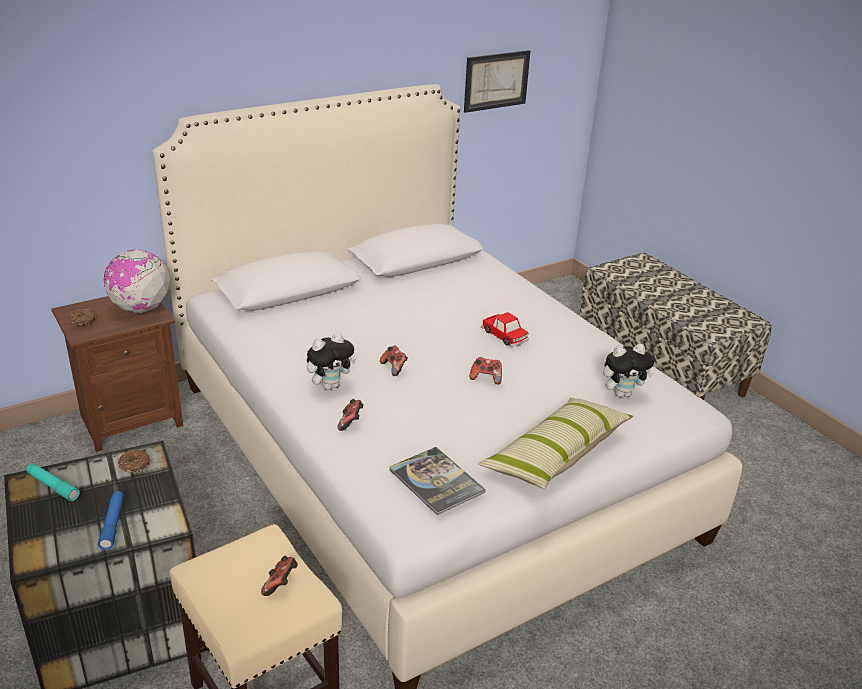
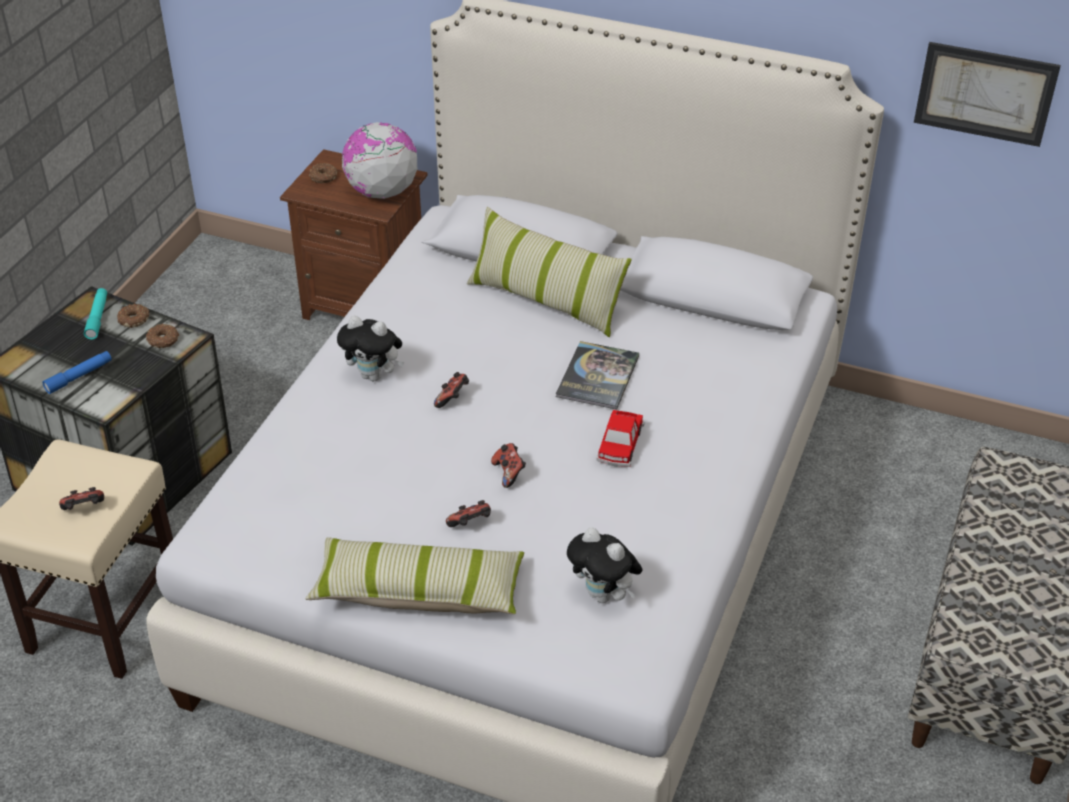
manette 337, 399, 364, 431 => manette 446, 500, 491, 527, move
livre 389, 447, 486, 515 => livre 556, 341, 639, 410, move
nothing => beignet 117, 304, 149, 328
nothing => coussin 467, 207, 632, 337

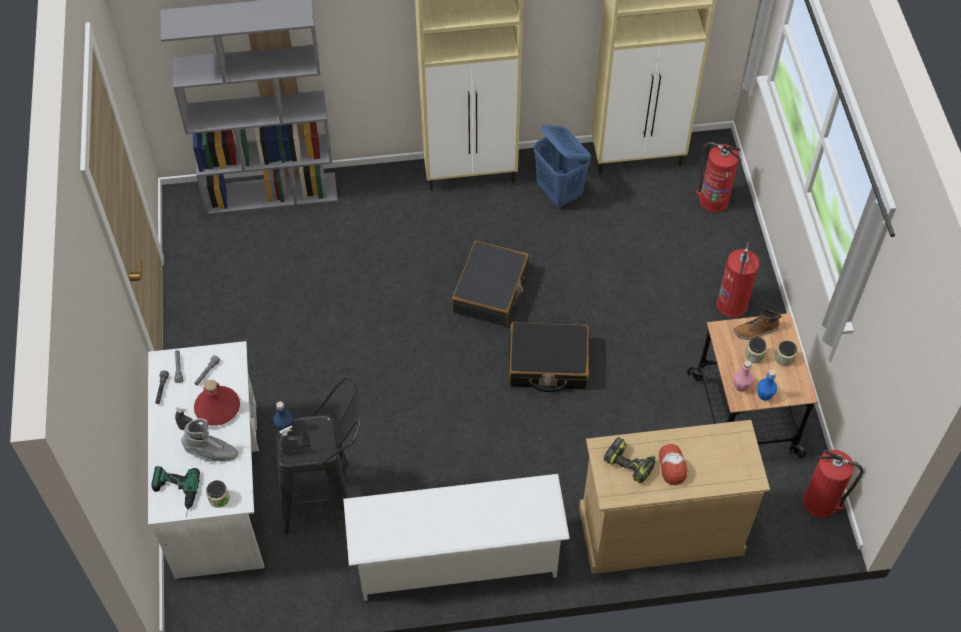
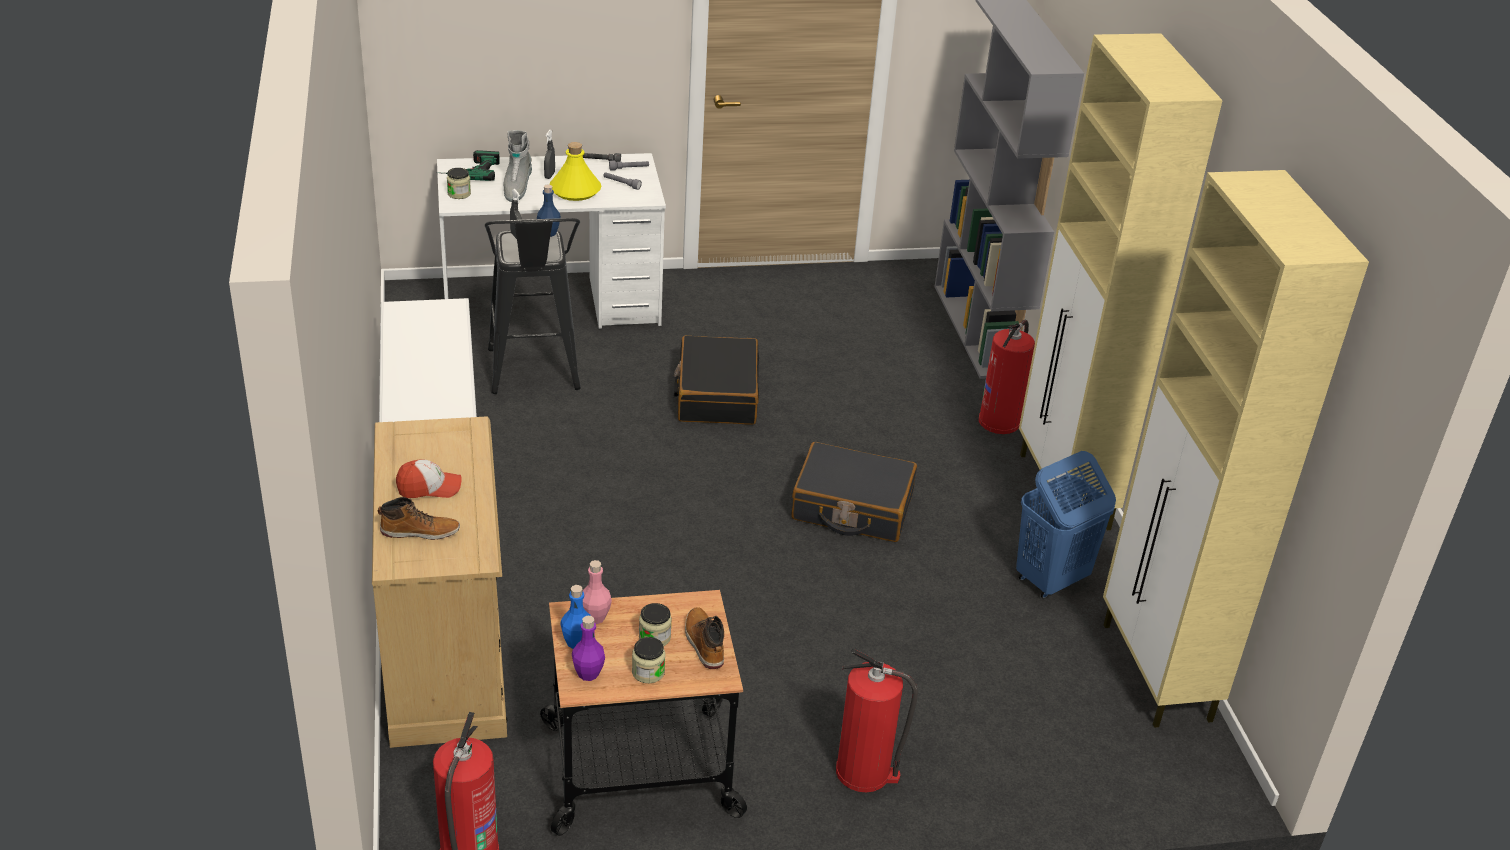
bouteille/rouge 194, 380, 240, 426 => bouteille/jaune 549, 142, 601, 201
valise/noir 509, 322, 589, 392 => valise/noir 674, 336, 759, 425, move
perceuse 604, 437, 655, 483 => nothing
extincteur 695, 142, 742, 212 => extincteur 979, 320, 1035, 434, move
nothing => botte 378, 497, 460, 540
nothing => bouteille/violet 572, 616, 605, 681

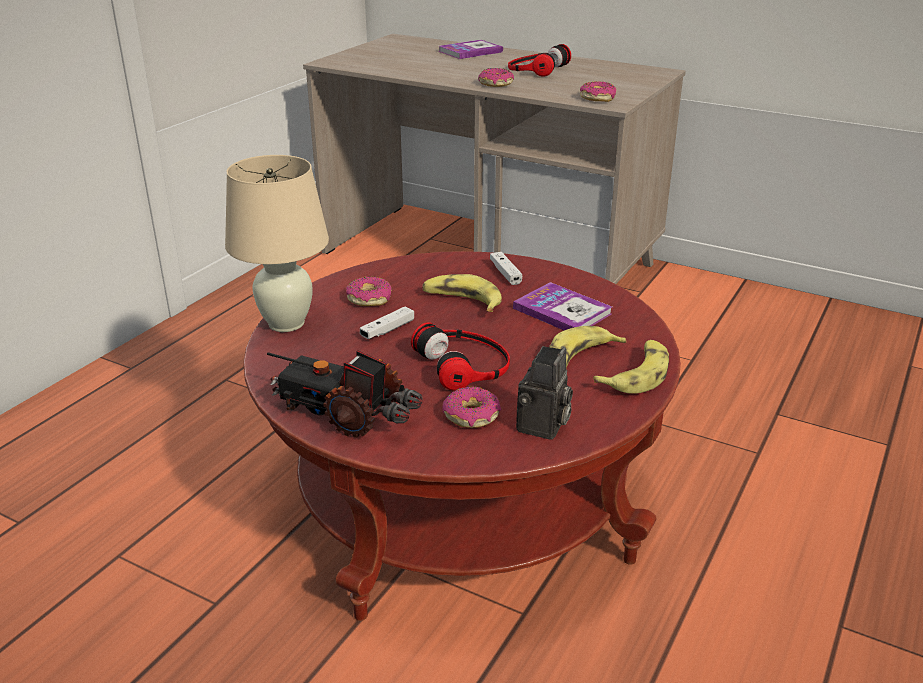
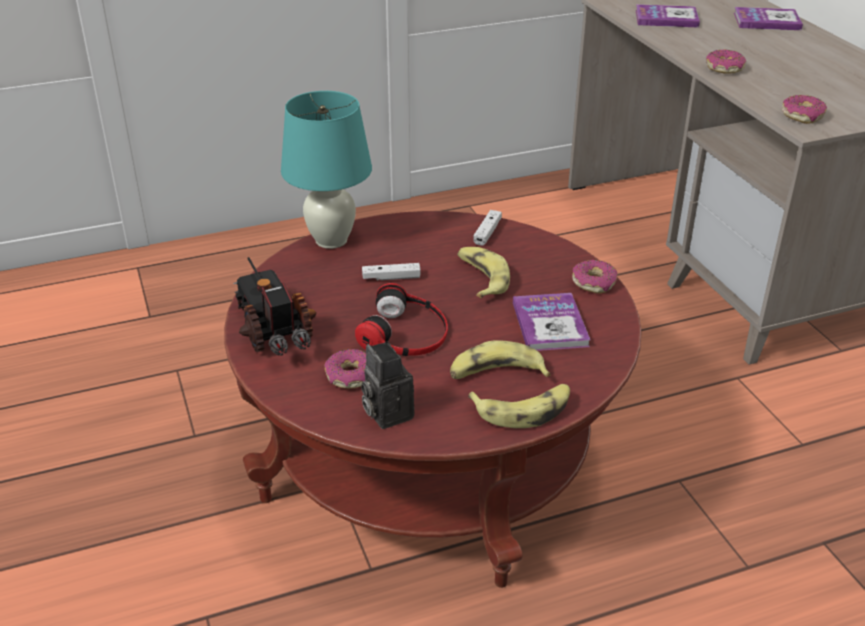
lampe de table/beige 225, 155, 329, 332 => lampe de table/turquoise 281, 91, 372, 249
beignet 346, 277, 391, 306 => beignet 572, 260, 618, 294, move
manette/blanc 490, 252, 522, 285 => manette/blanc 473, 210, 502, 246, move
casque audio 508, 44, 571, 77 => nothing
appareil photo 516, 346, 573, 440 => appareil photo 361, 342, 415, 429, 90 degrees clockwise
nothing => livre 636, 4, 700, 28

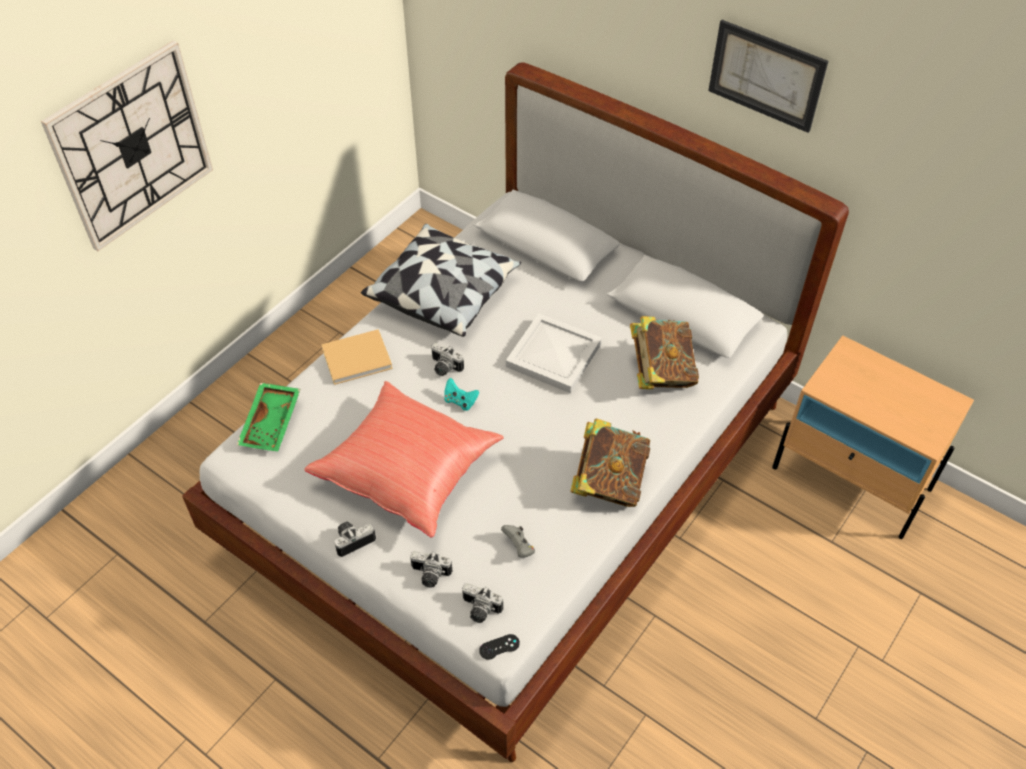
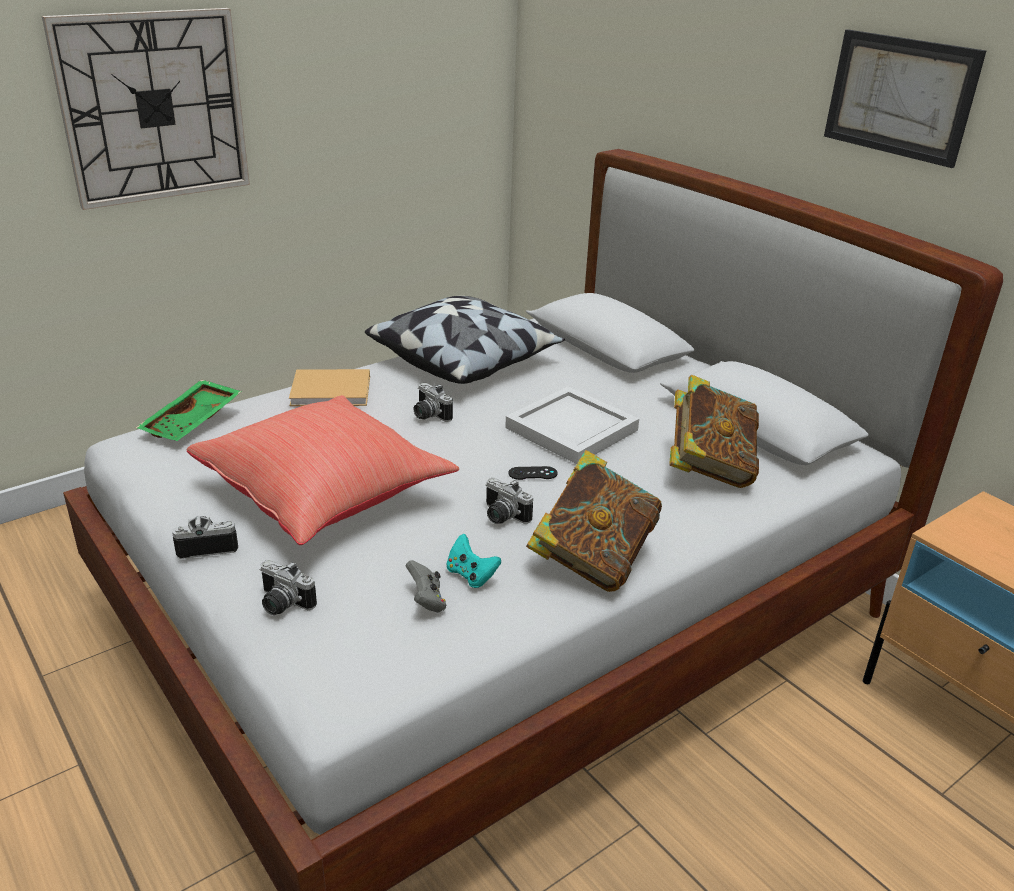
manette/turquoise 444, 378, 479, 411 => manette/turquoise 446, 534, 501, 588, move
appareil photo 462, 583, 503, 623 => appareil photo 486, 478, 533, 524, move
manette/noir 479, 634, 520, 660 => manette/noir 508, 466, 557, 480, move

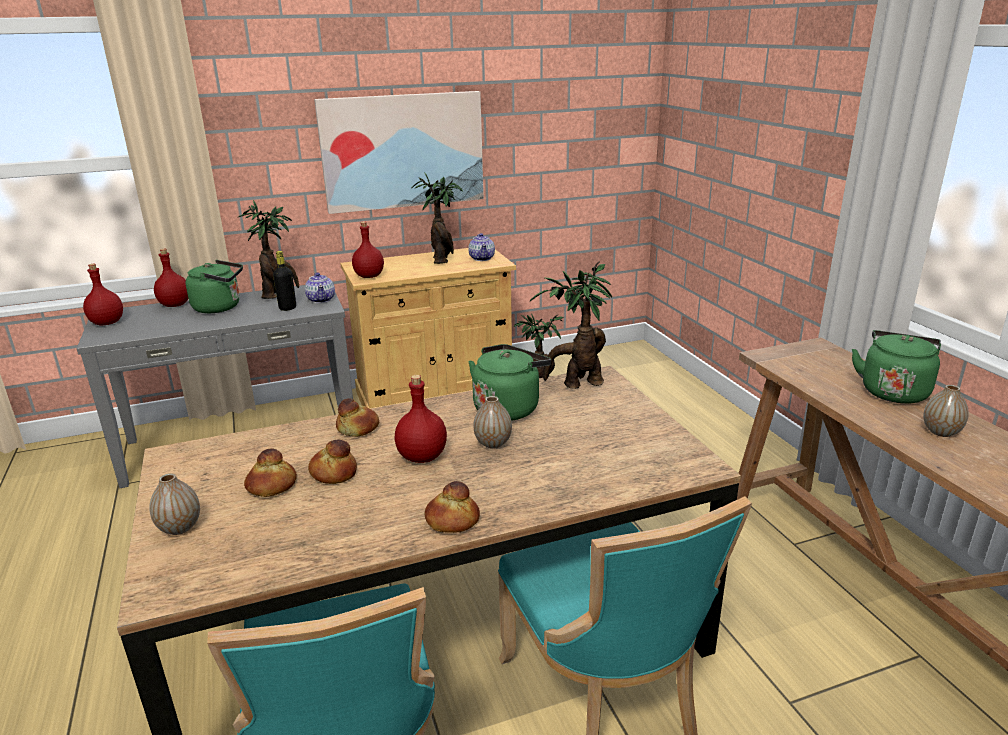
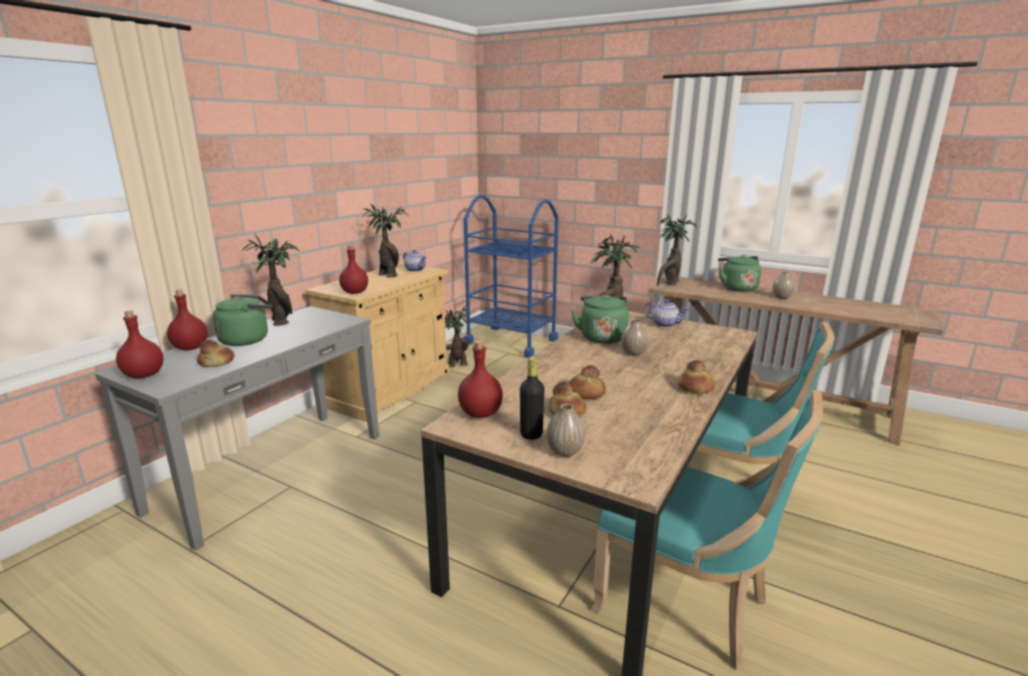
bouteille/noir 273, 251, 296, 311 => bouteille/noir 520, 357, 544, 440, move
théière 305, 273, 335, 303 => théière 644, 299, 689, 328, move
tableau 314, 91, 484, 214 => nothing
pain 336, 398, 379, 437 => pain 197, 339, 234, 367, move
bouteille/rouge 395, 375, 447, 463 => bouteille/rouge 458, 341, 503, 418, move
nothing => chariot/bleu 464, 195, 559, 358
nothing => plante en pot 657, 214, 697, 286

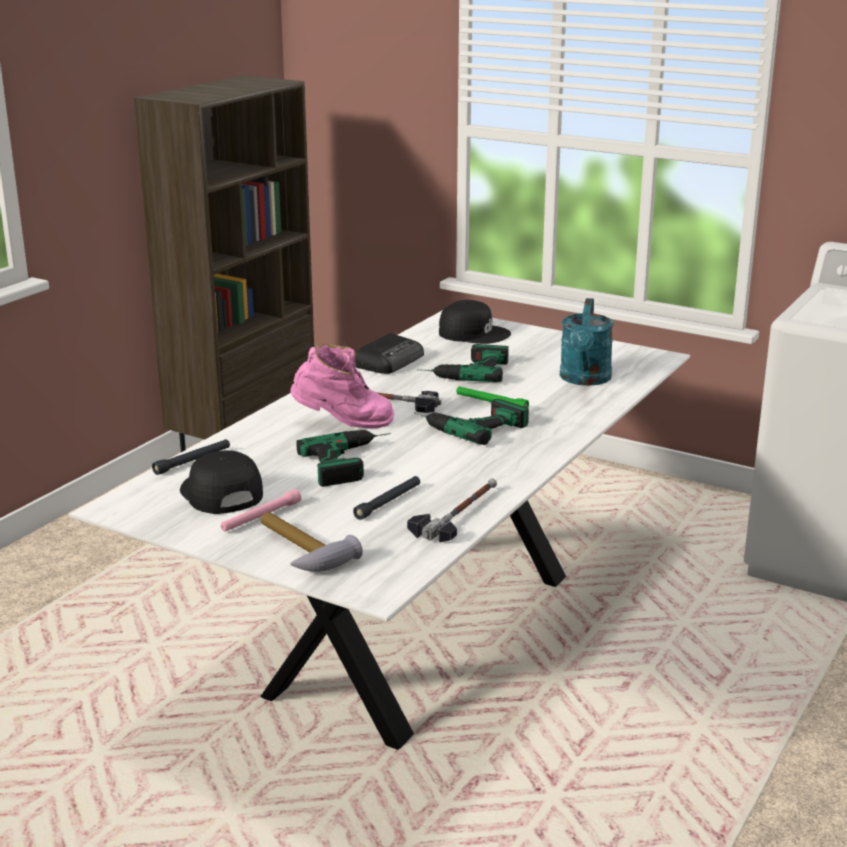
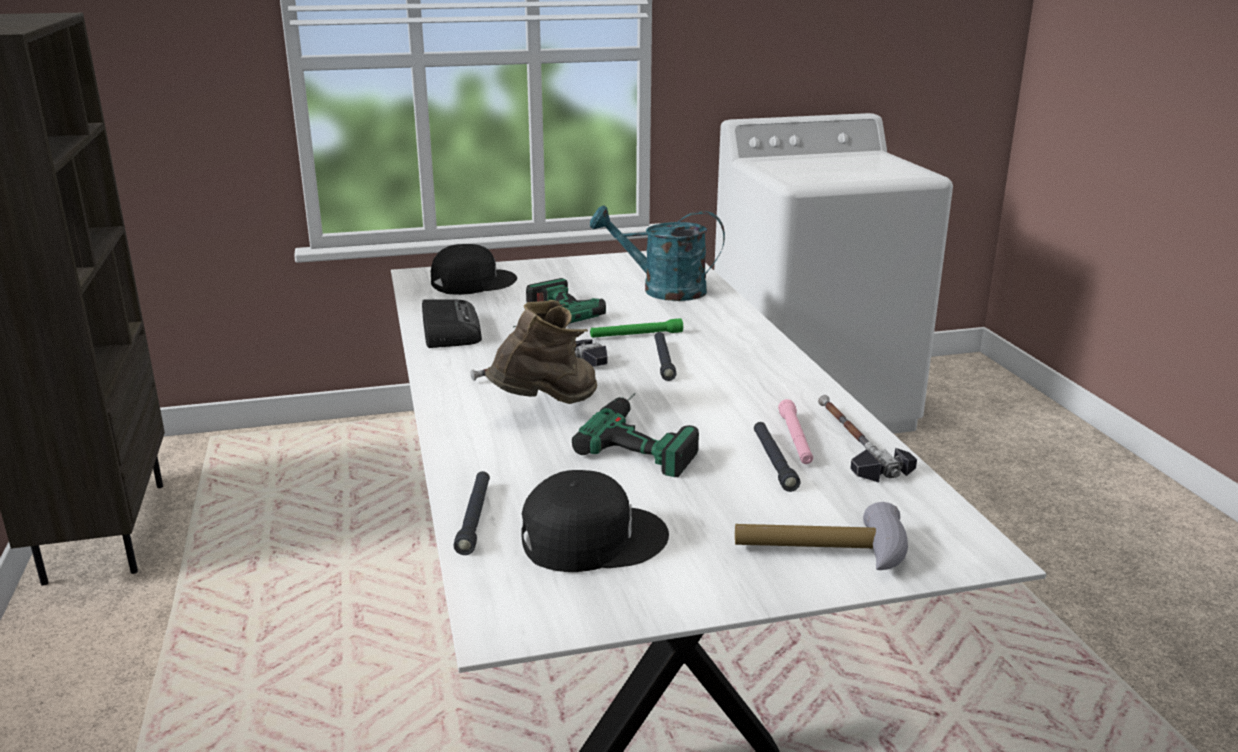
casquette/noir 180, 450, 263, 514 => casquette/noir 521, 470, 669, 572, 150 degrees clockwise
lampe de poche/rose 221, 489, 301, 532 => lampe de poche/rose 778, 399, 813, 464, move
botte/rose 290, 344, 394, 429 => botte/marron 485, 300, 597, 404
perceuse 414, 399, 529, 445 => lampe de poche/noir 654, 332, 677, 381
arrosoir/turquoise 560, 298, 614, 386 => arrosoir/turquoise 590, 205, 725, 301, 135 degrees clockwise

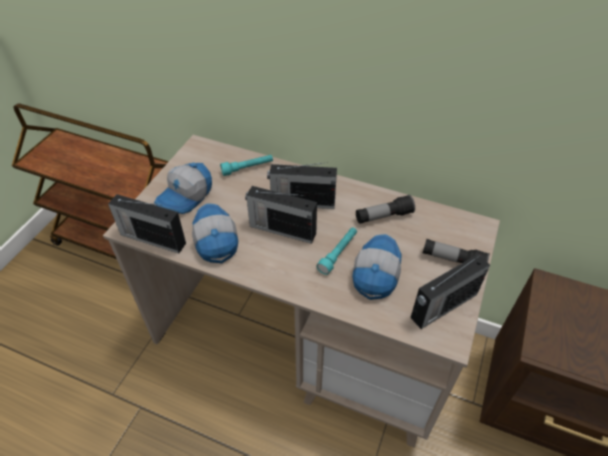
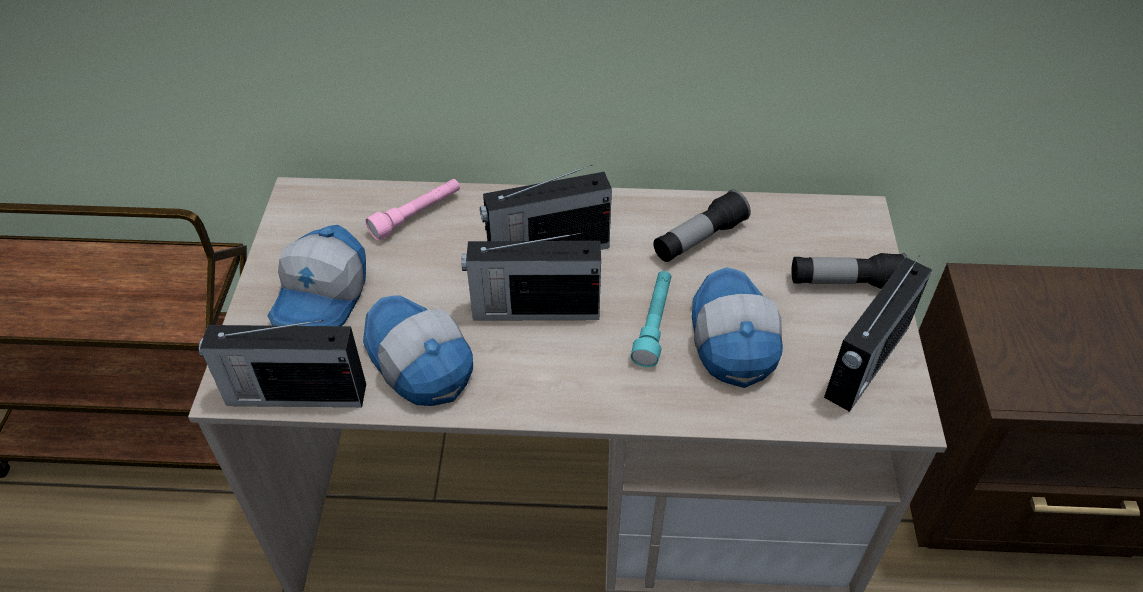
lampe de poche/turquoise 220, 155, 273, 176 => lampe de poche/rose 366, 179, 460, 240

